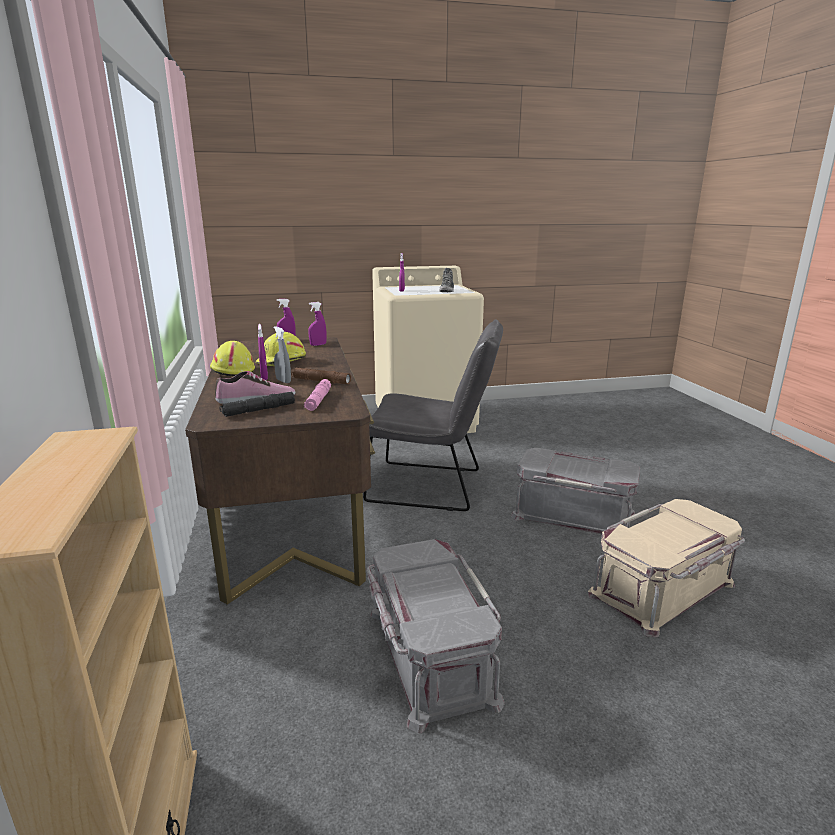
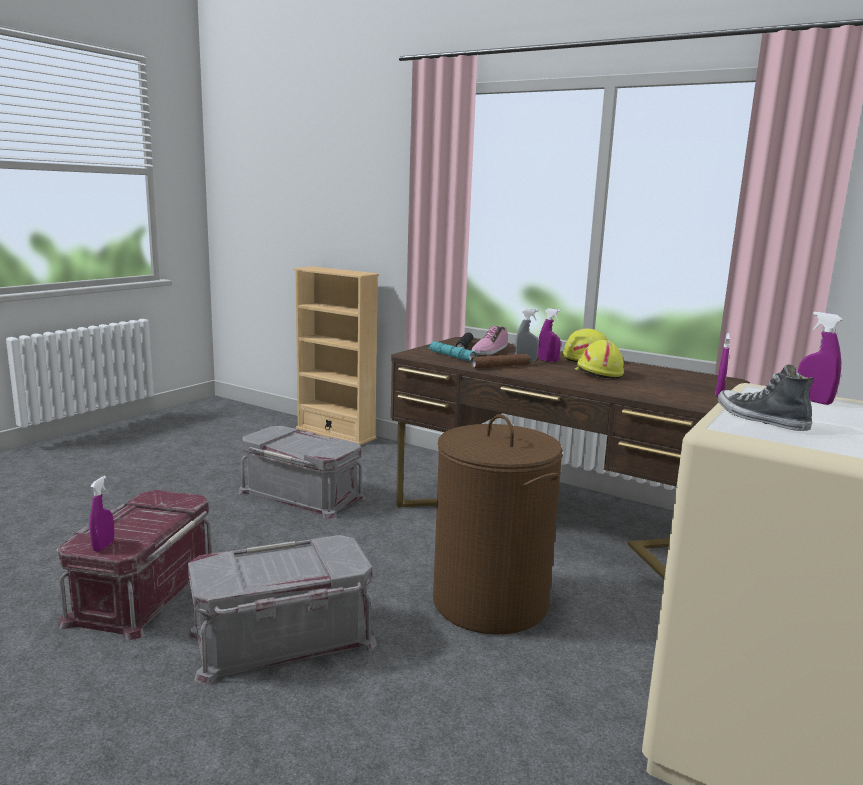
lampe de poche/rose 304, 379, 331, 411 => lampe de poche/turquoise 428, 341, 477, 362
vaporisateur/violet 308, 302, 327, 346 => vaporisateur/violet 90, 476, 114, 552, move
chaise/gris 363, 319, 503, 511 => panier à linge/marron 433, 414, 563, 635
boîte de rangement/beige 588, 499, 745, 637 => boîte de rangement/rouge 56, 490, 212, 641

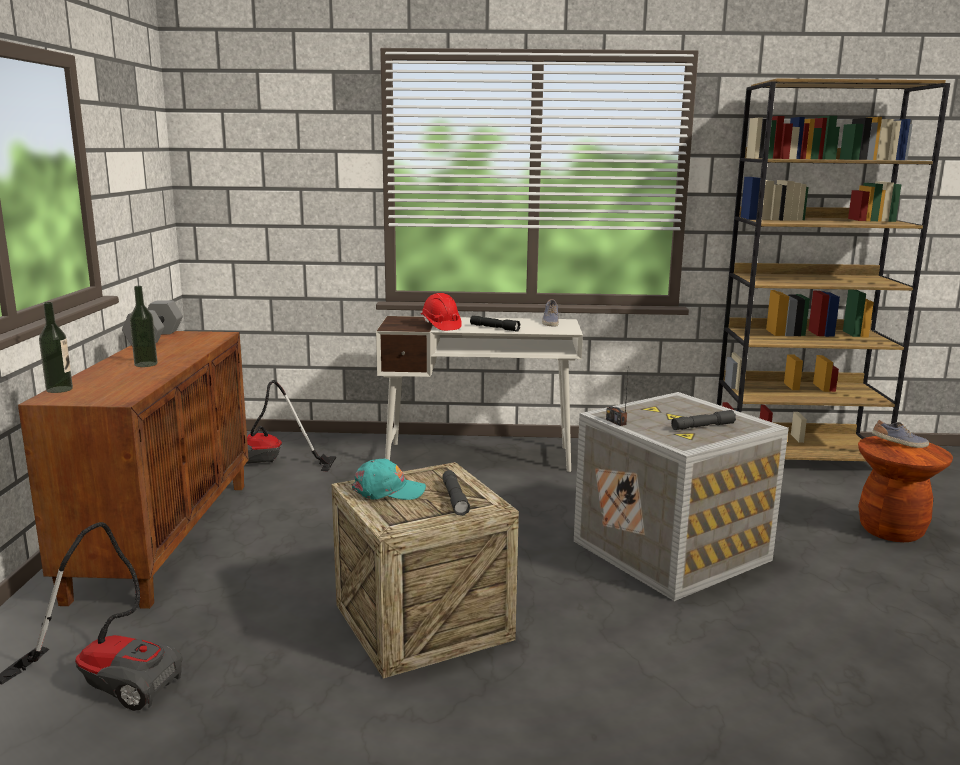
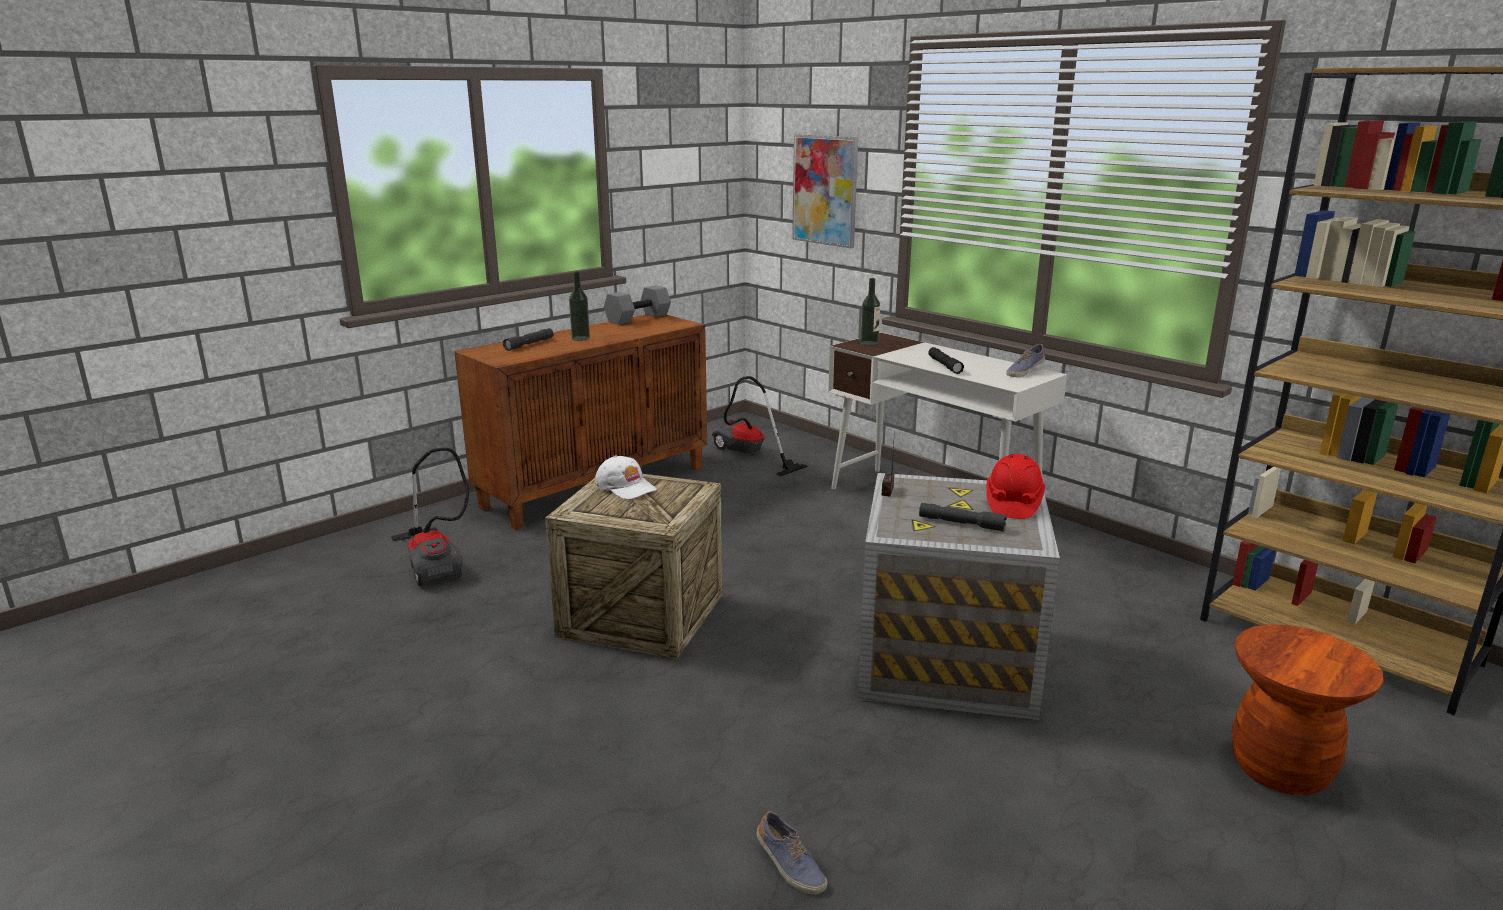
bouteille 39, 302, 73, 393 => bouteille 861, 278, 880, 346, move
casquette/turquoise 352, 459, 426, 500 => casquette/blanc 595, 455, 657, 499
casque de chantier/rouge 421, 293, 462, 331 => casque de chantier/rouge 986, 454, 1045, 519, move
lampe de poche/gris 442, 470, 470, 516 => lampe de poche/gris 503, 328, 553, 351, move
chaussure 872, 420, 929, 448 => chaussure 756, 811, 828, 895, move
nothing => tableau 792, 135, 858, 248

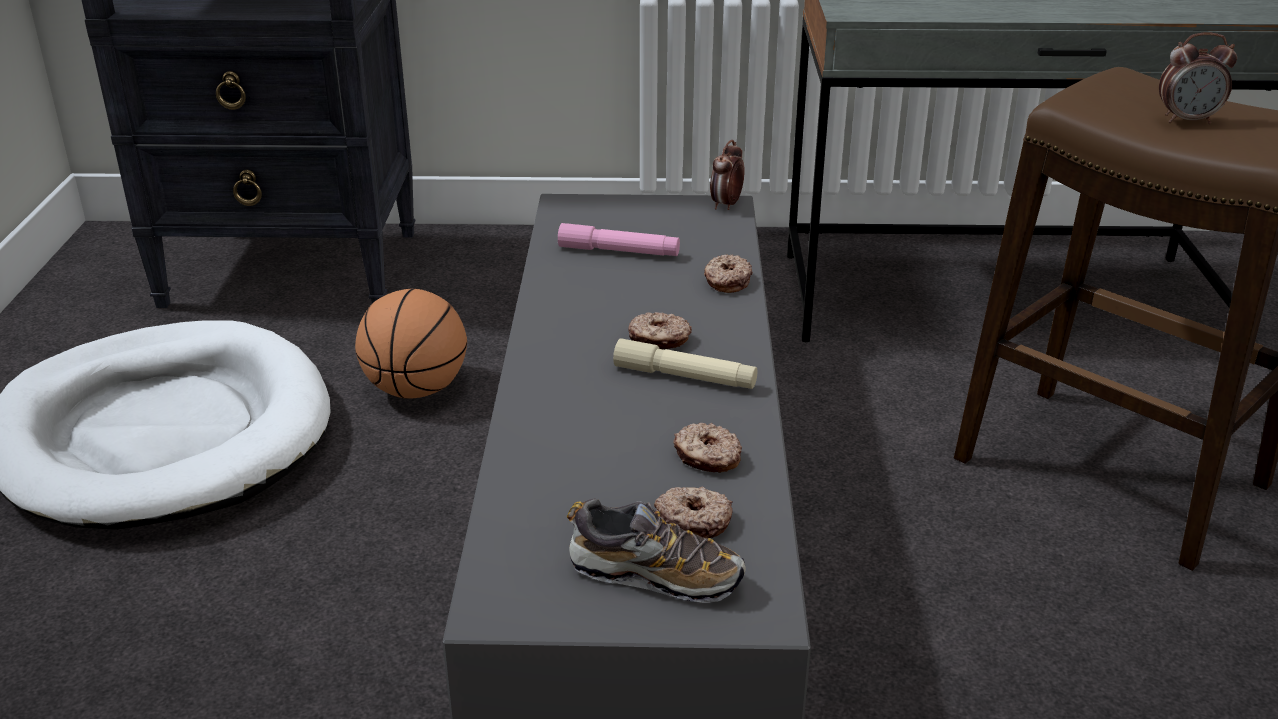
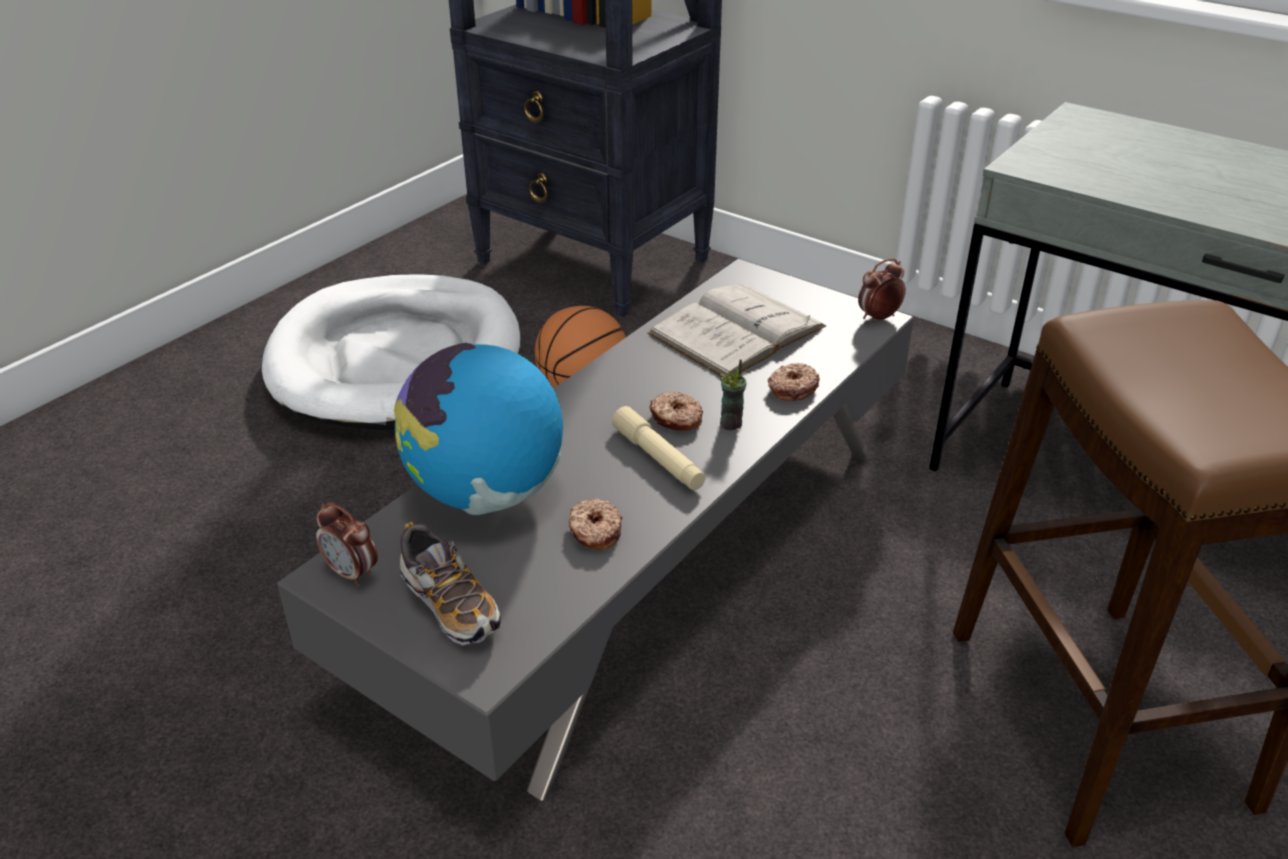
lampe de poche/rose 558, 223, 680, 256 => livre/blanc 648, 284, 826, 378
beignet 654, 487, 733, 539 => nothing
réveil 1159, 33, 1237, 124 => réveil 316, 502, 378, 586, move
nothing => globe 394, 343, 563, 515
nothing => tasse 720, 359, 746, 430

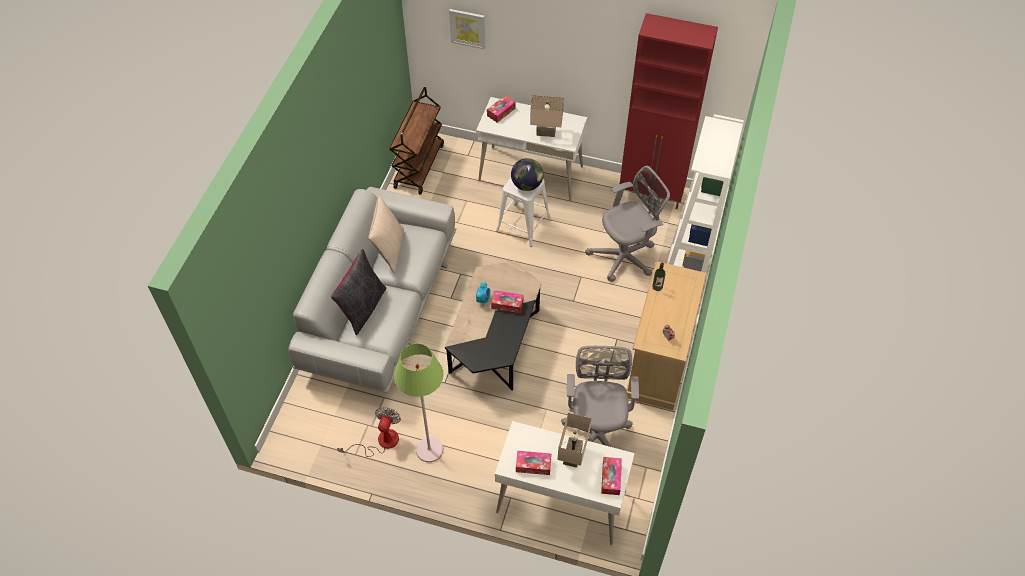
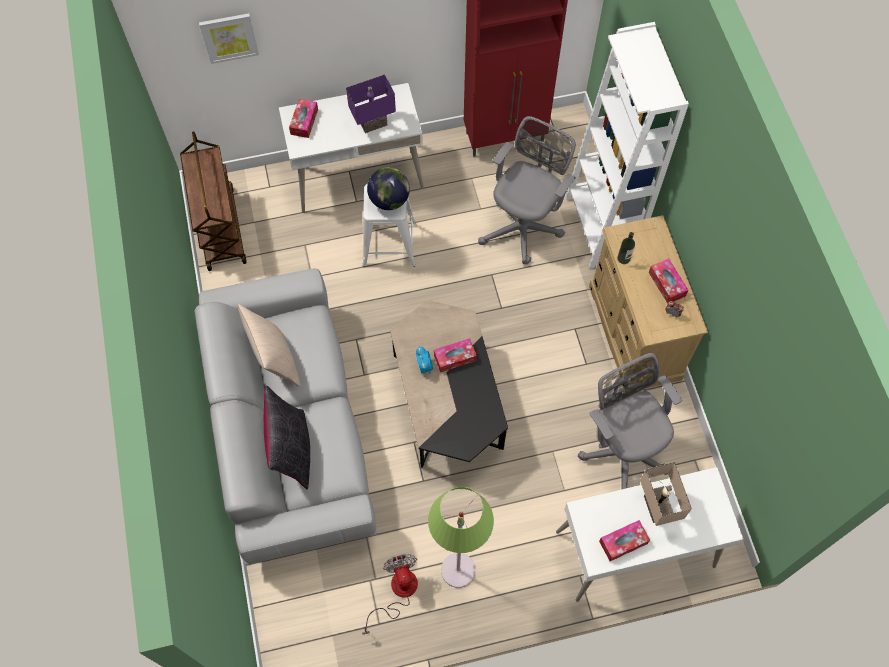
lampe de table/beige 530, 95, 564, 137 => lampe de table/violet 346, 75, 396, 133
boîte à mouchoirs 601, 457, 622, 495 => boîte à mouchoirs 649, 259, 688, 304, move

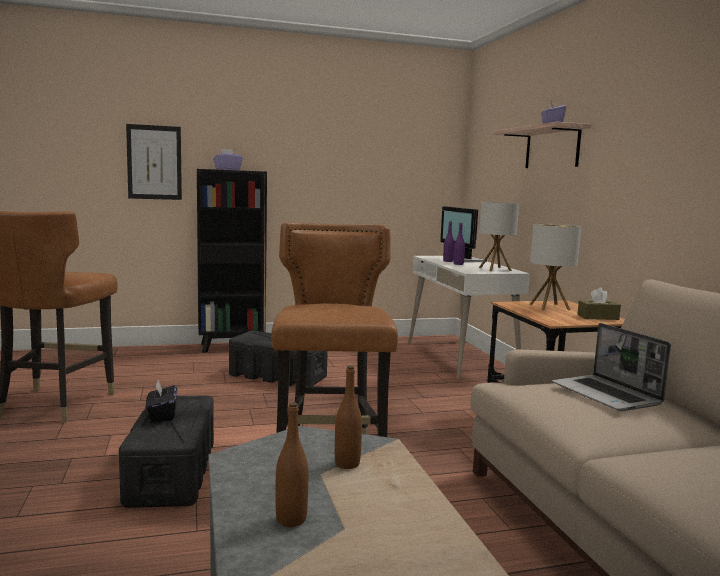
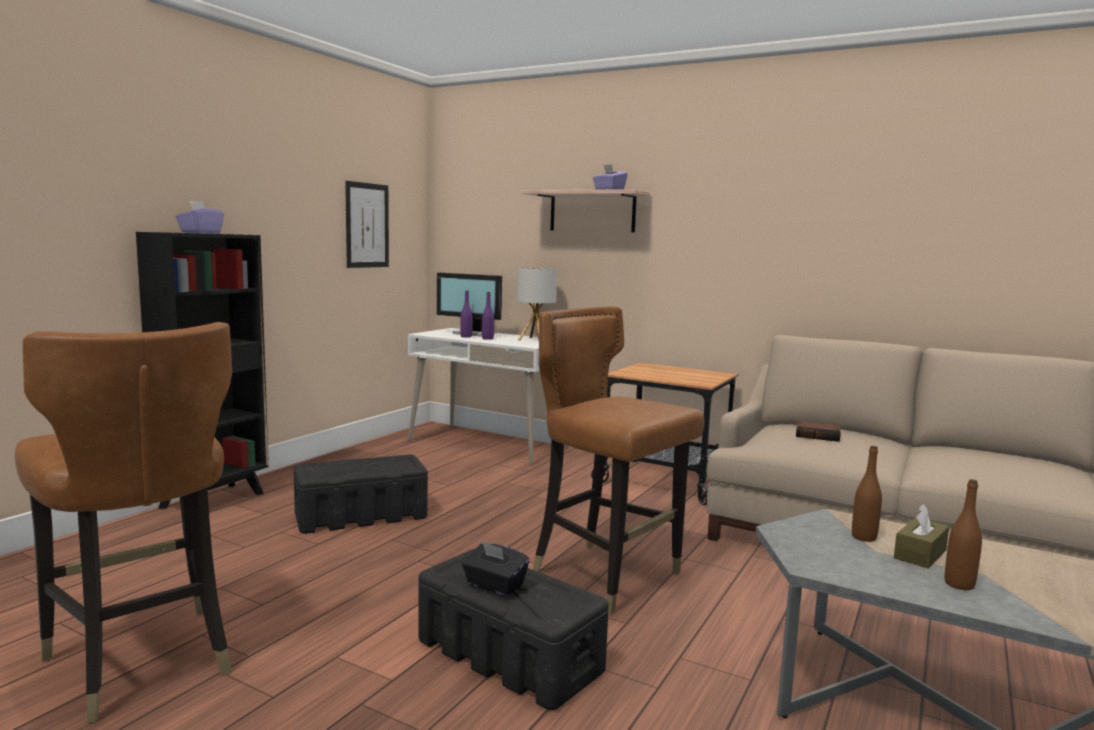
tableau 126, 124, 182, 200 => tableau 345, 181, 389, 268, move
lampe de table 530, 223, 581, 310 => nothing
ordinateur portable 552, 323, 671, 411 => livre 796, 421, 841, 442
boîte à mouchoirs/marron 577, 287, 621, 320 => boîte à mouchoirs/marron 894, 504, 949, 568, move

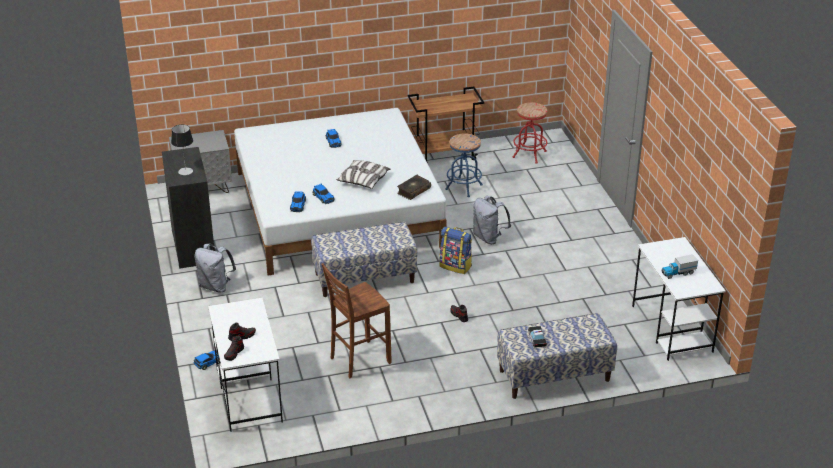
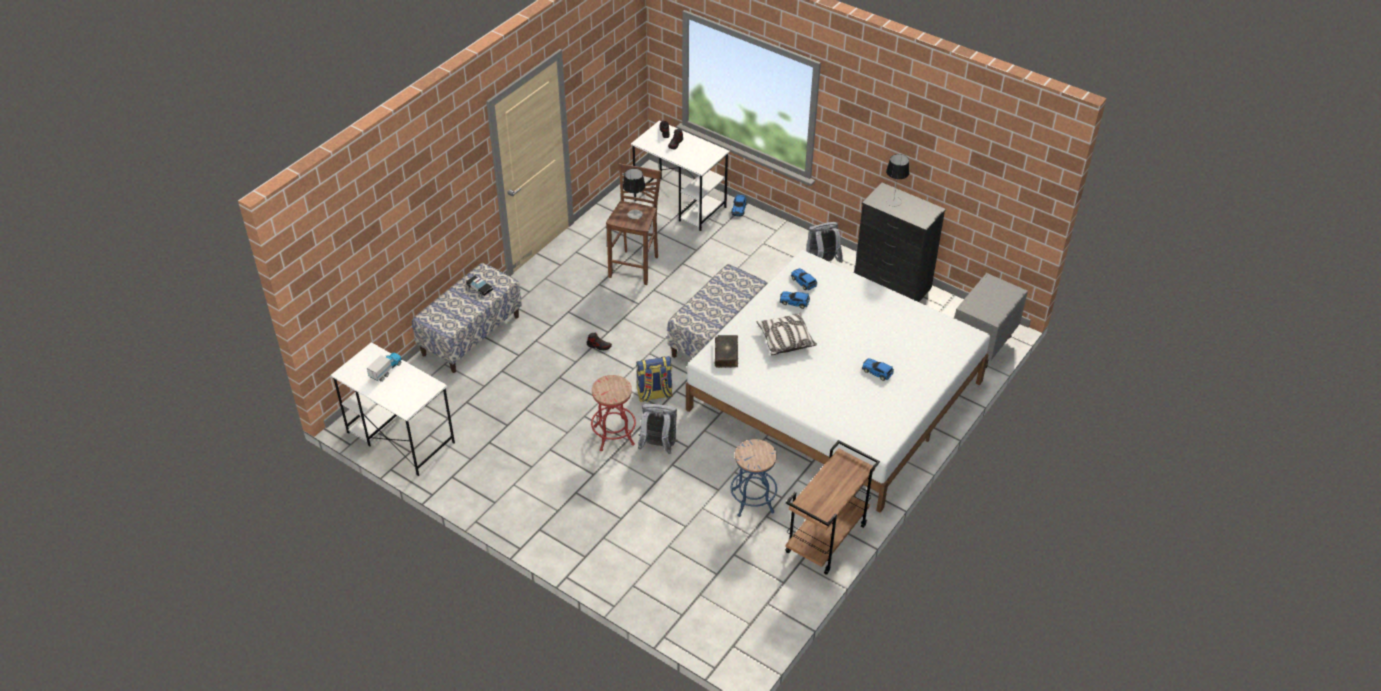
tabouret/rouge 513, 102, 547, 164 => tabouret/rouge 591, 375, 636, 451, move
nothing => lampe de table 623, 168, 645, 219

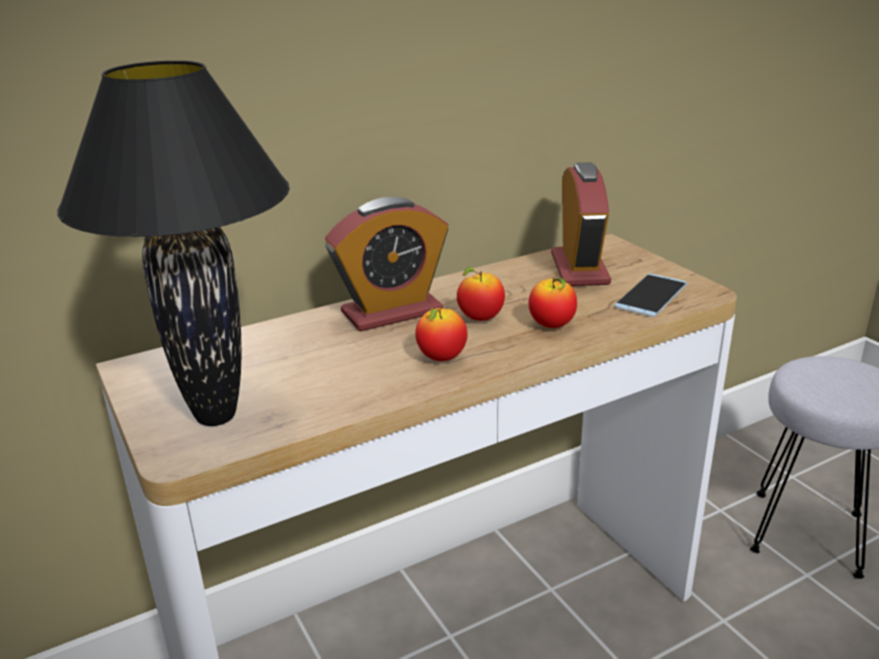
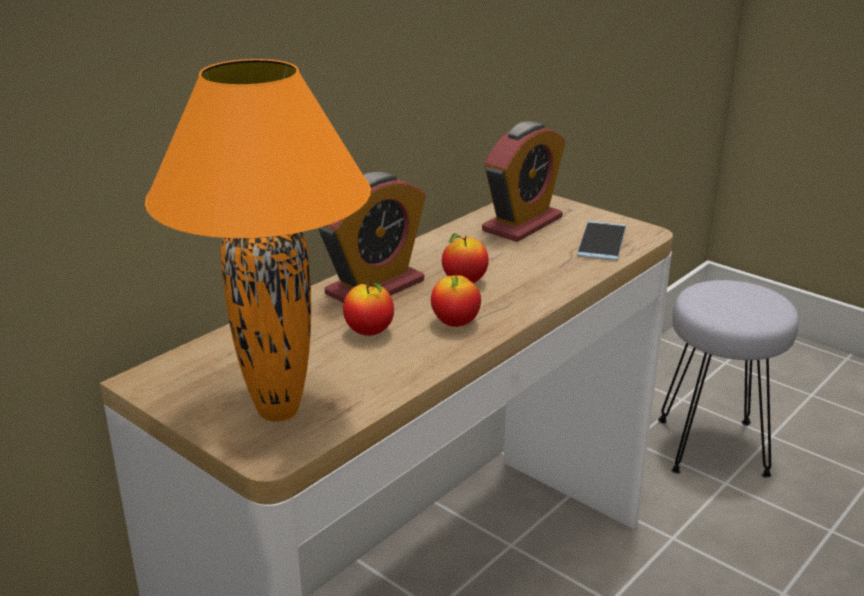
lampe de table/noir 58, 61, 290, 426 => lampe de table/orange 145, 59, 371, 422
pomme 528, 277, 577, 328 => pomme 343, 283, 394, 336, move
réveil 551, 162, 611, 286 => réveil 482, 121, 565, 242, 60 degrees clockwise

